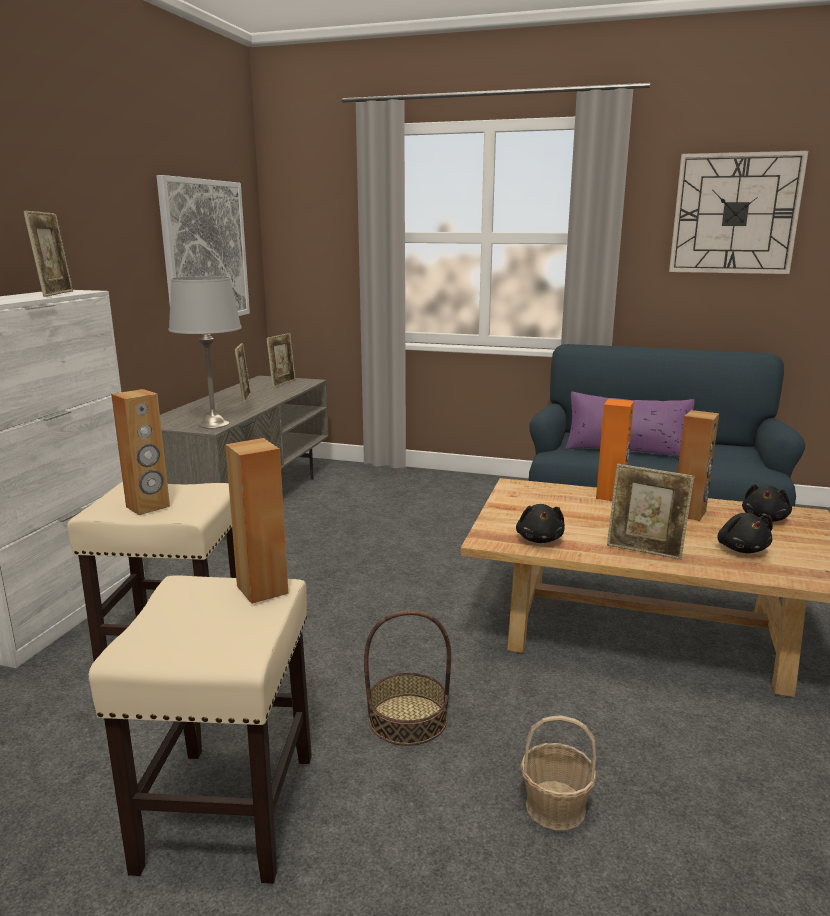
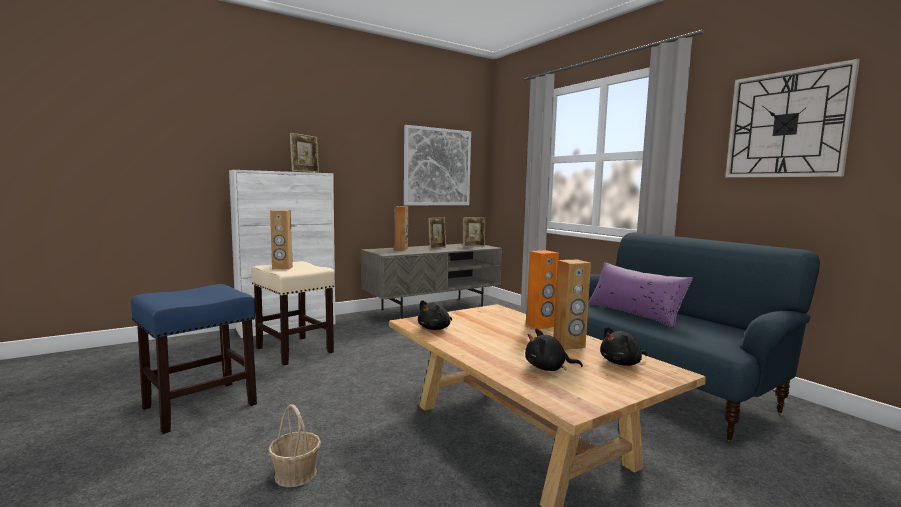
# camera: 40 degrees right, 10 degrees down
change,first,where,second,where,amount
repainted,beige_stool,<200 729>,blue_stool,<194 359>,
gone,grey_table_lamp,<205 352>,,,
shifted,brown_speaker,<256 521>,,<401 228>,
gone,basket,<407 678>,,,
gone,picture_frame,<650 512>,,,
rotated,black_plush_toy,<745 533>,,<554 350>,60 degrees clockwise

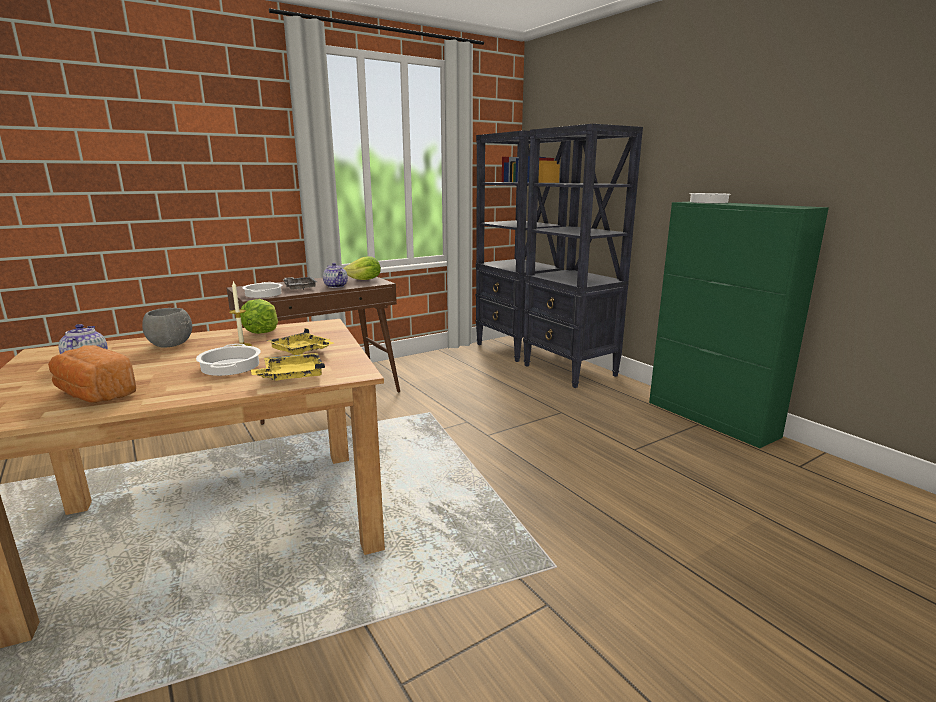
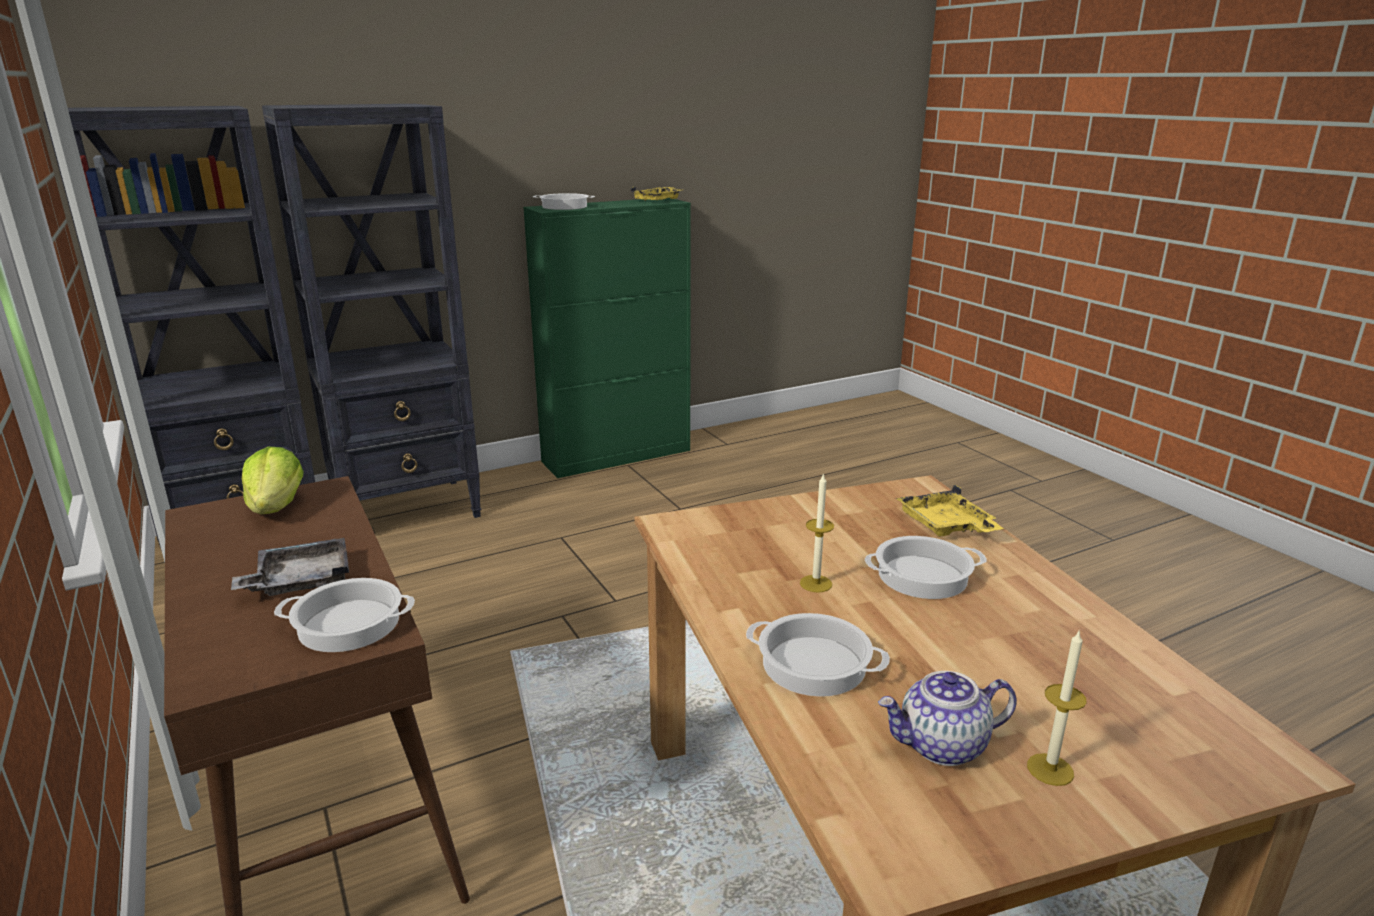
# camera: 85 degrees left, 5 degrees up
change,first,where,second,where,amount
gone,bread,<92 374>,,,
swapped,grey_bowl,<167 328>,cooking_pot,<818 655>,
gone,lettuce,<259 316>,,,
shifted,yellow_tray,<301 341>,,<655 194>,
gone,teapot,<335 275>,,,
new,,,candle,<1057 707>,

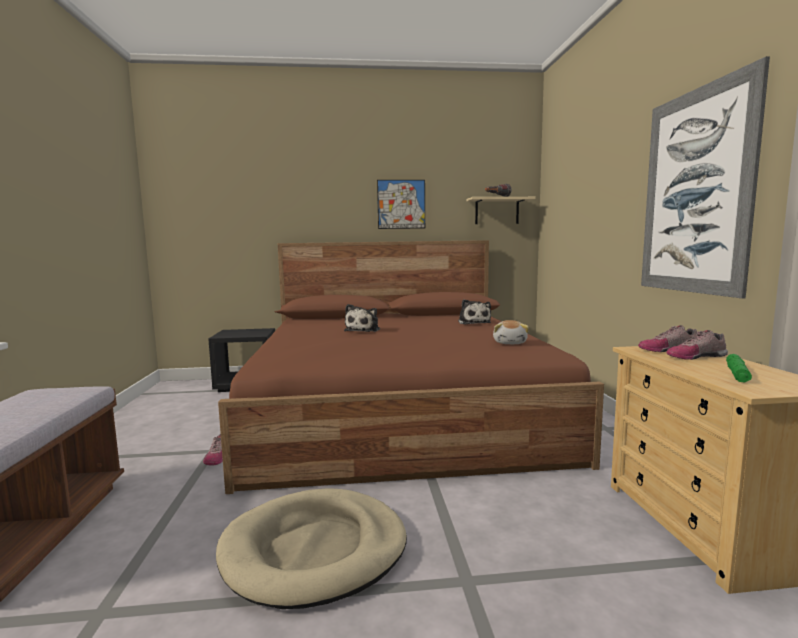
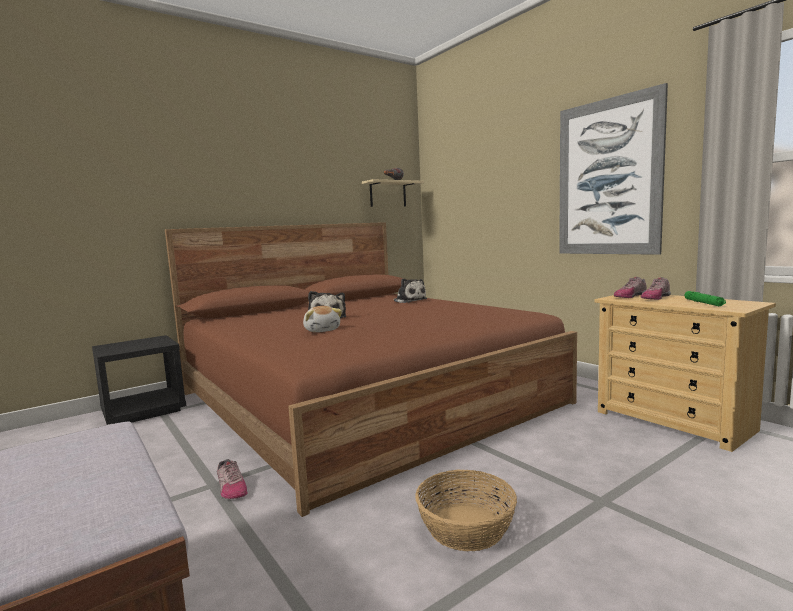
# camera: 30 degrees left, 0 degrees up
change,first,where,second,where,amount
swapped,beige_dog_bed,<311 548>,basket,<466 510>,
gone,picture,<401 204>,,,
shifted,plush_toy,<511 332>,,<322 319>,

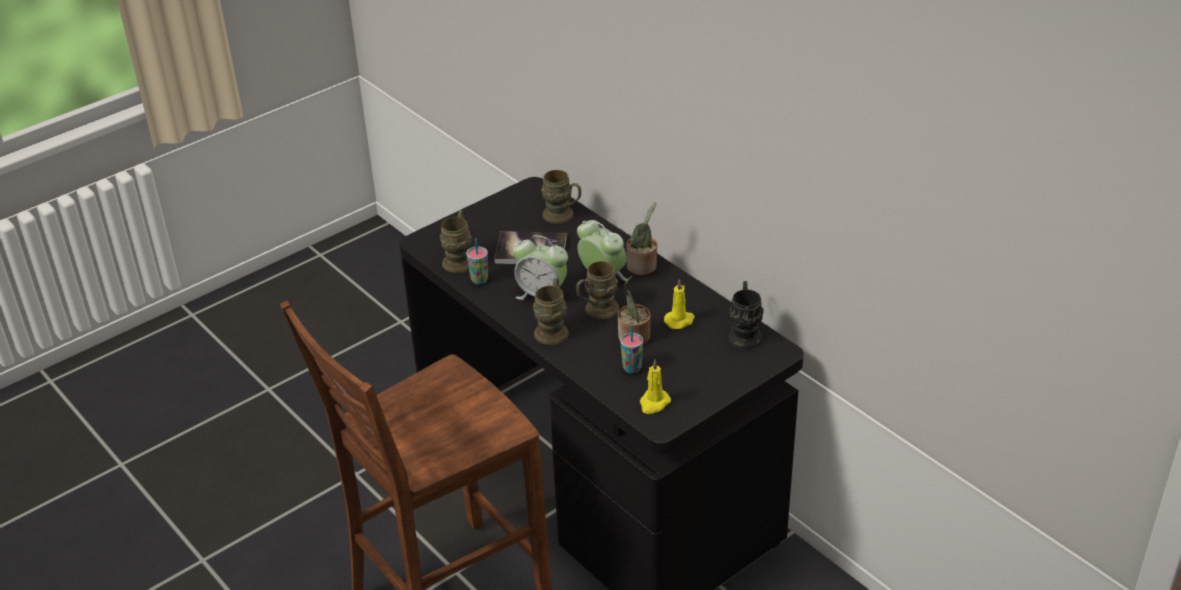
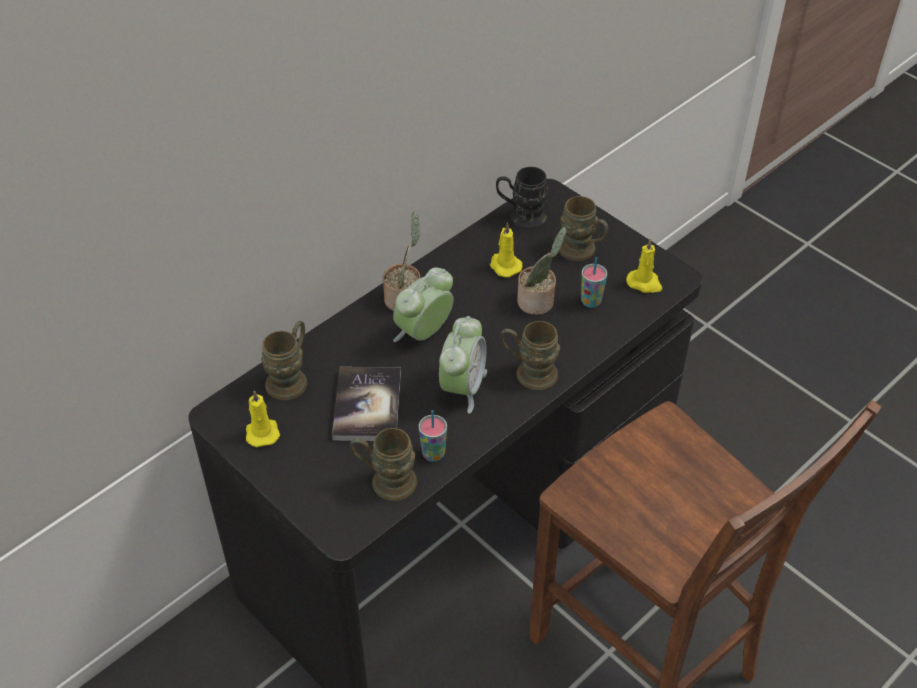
# camera: 95 degrees left, 10 degrees up
change,first,where,second,where,amount
shifted,brown_mug,<597 290>,,<583 228>,
new,,,yellow_candle,<263 418>,

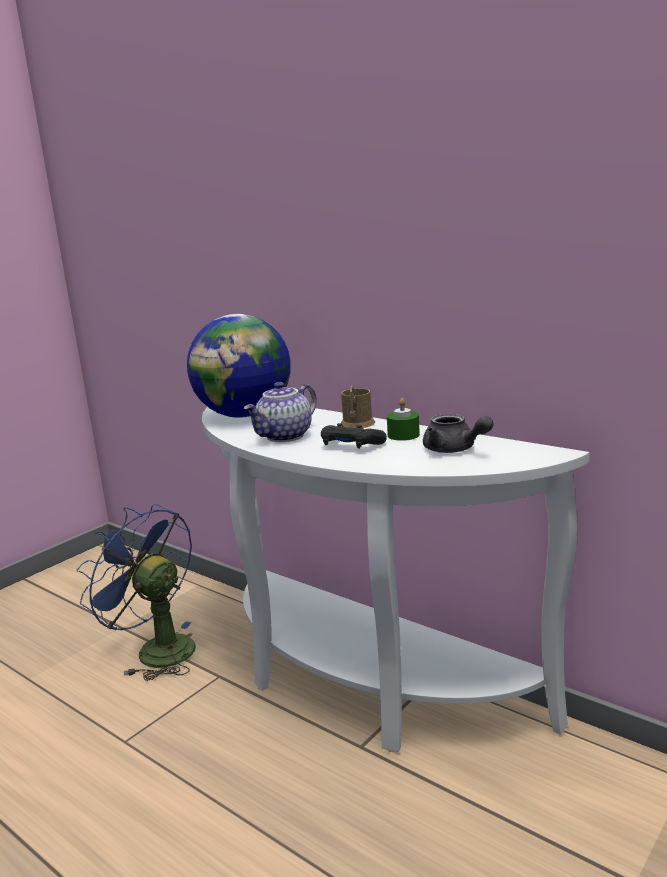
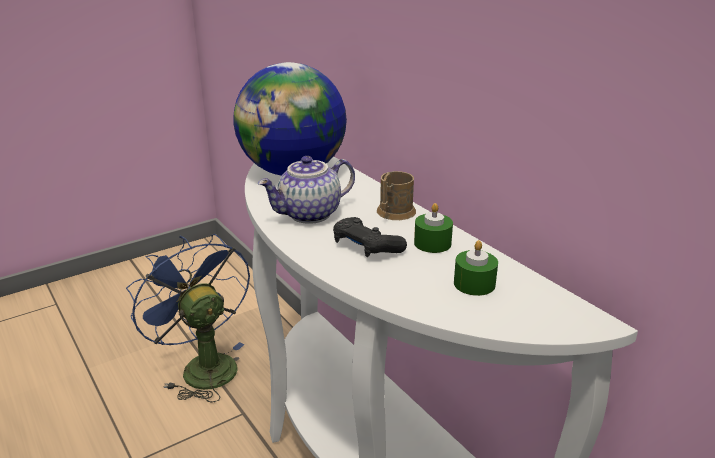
# camera: 15 degrees right, 10 degrees up
change,first,where,second,where,amount
swapped,grey_teapot,<458 433>,green_candle,<476 268>,

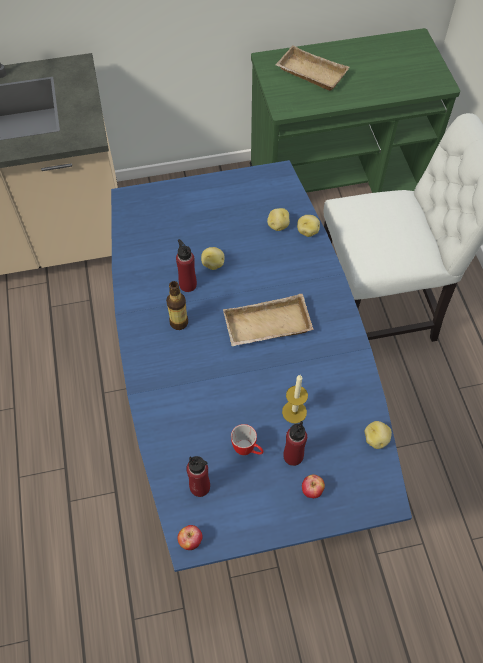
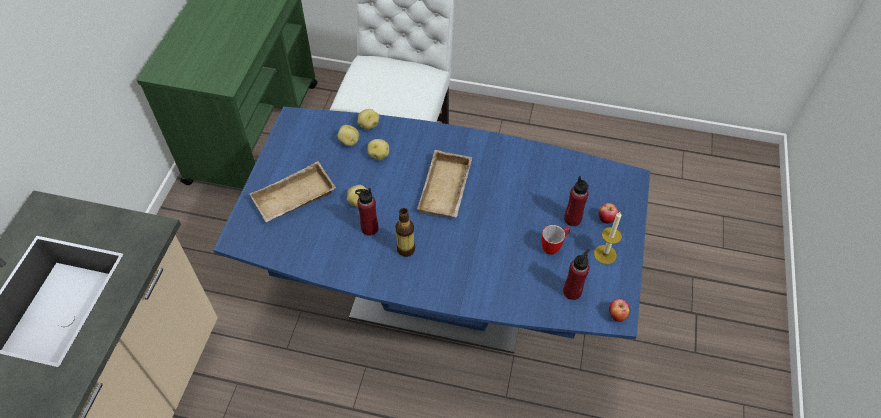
# camera: 65 degrees left, 5 degrees down
change,first,where,second,where,amount
shifted,beige_tray,<312 68>,,<292 191>,
shifted,candle,<295 399>,,<608 238>,
shifted,potato,<378 435>,,<378 149>,

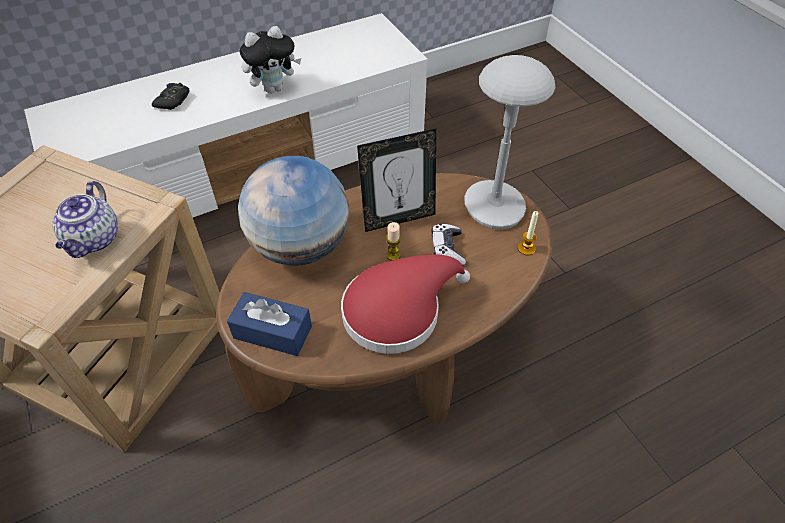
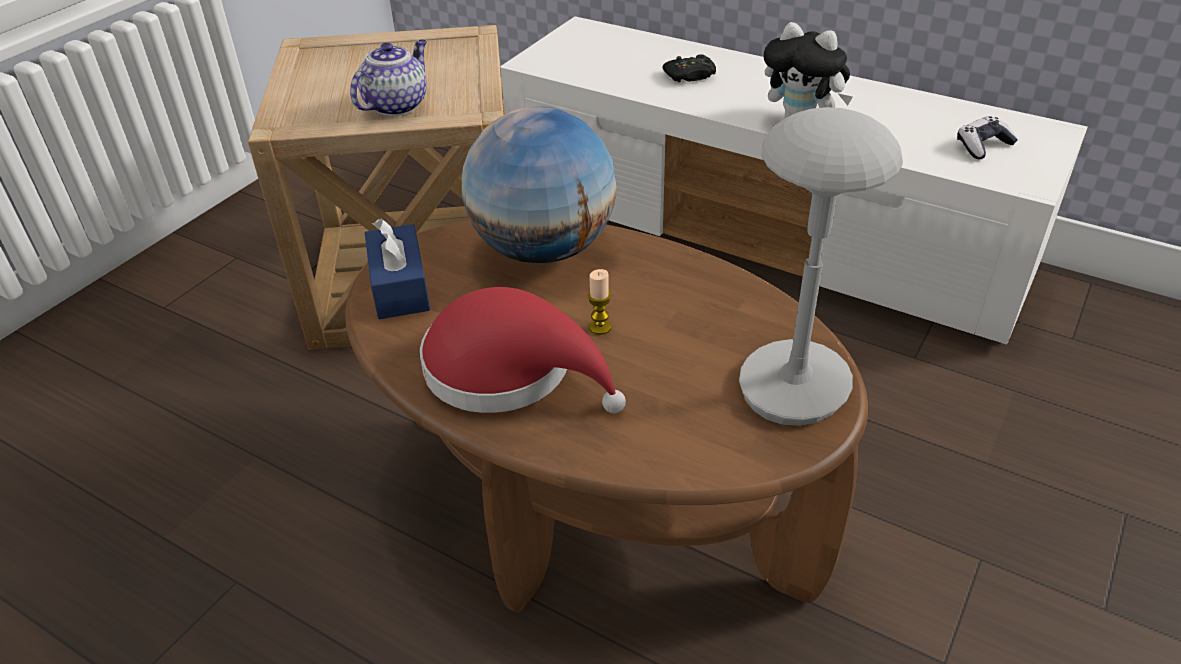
# camera: 60 degrees right, 10 degrees down
change,first,where,second,where,amount
rotated,teapot,<85 219>,,<388 78>,150 degrees clockwise
gone,picture_frame,<396 180>,,,
shifted,game_controller,<448 245>,,<987 137>,
gone,candle,<528 233>,,,

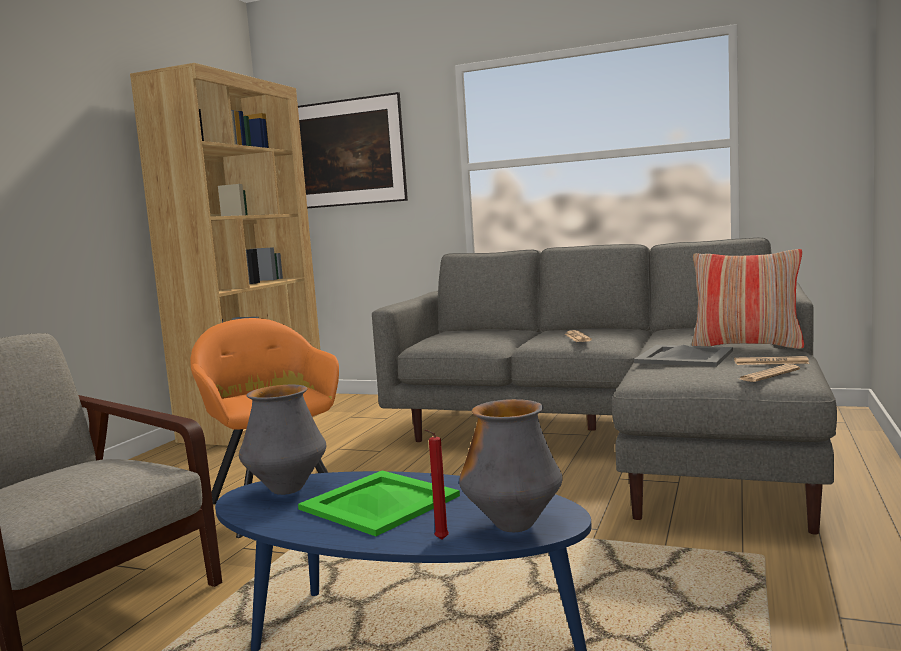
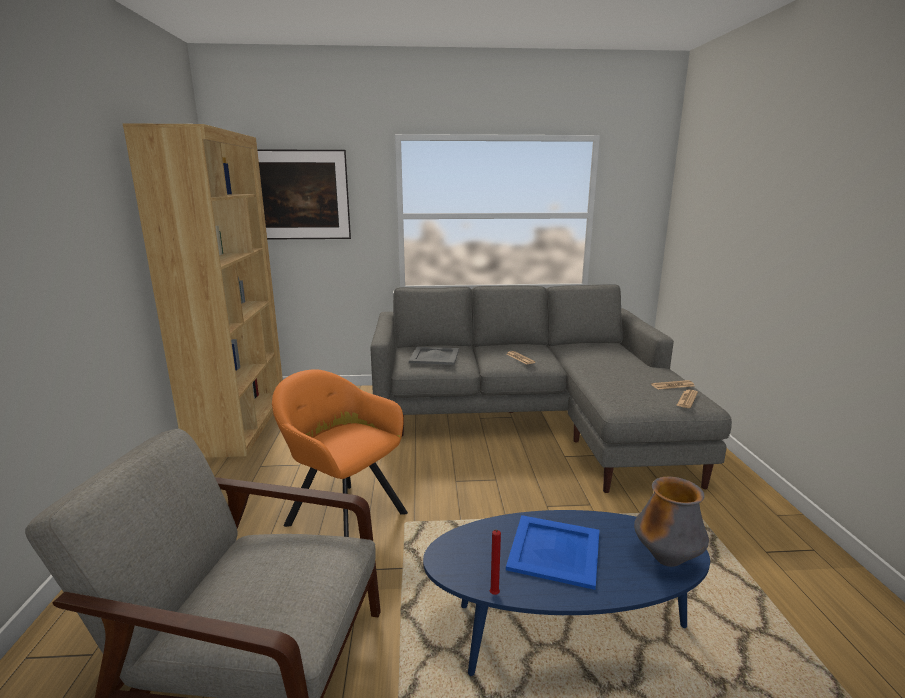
# camera: 25 degrees left, 10 degrees up
change,first,where,second,where,amount
gone,vase,<282 440>,,,
repainted,green_tray,<379 503>,blue_tray,<553 552>,
shifted,red_candle,<436 485>,,<495 562>,
shifted,grey_tray,<683 356>,,<434 356>,
gone,pillow,<748 299>,,,

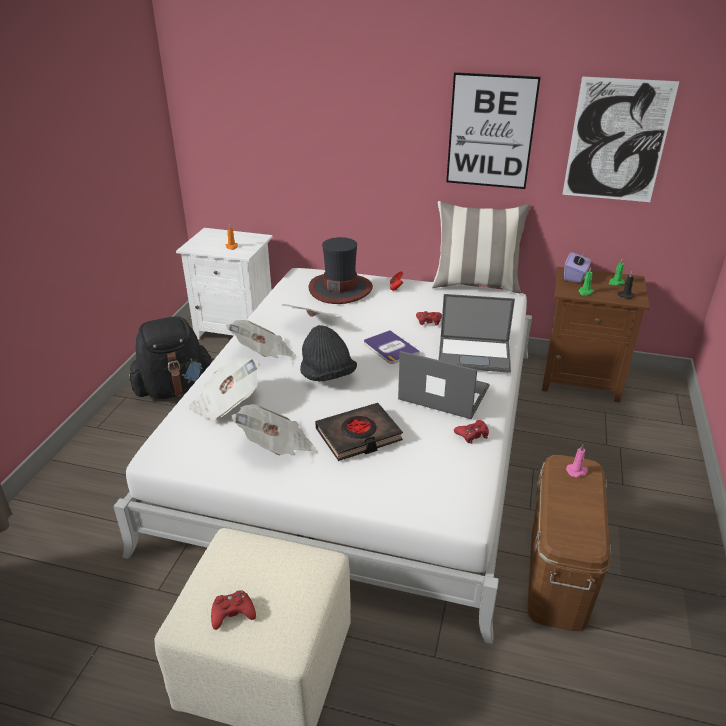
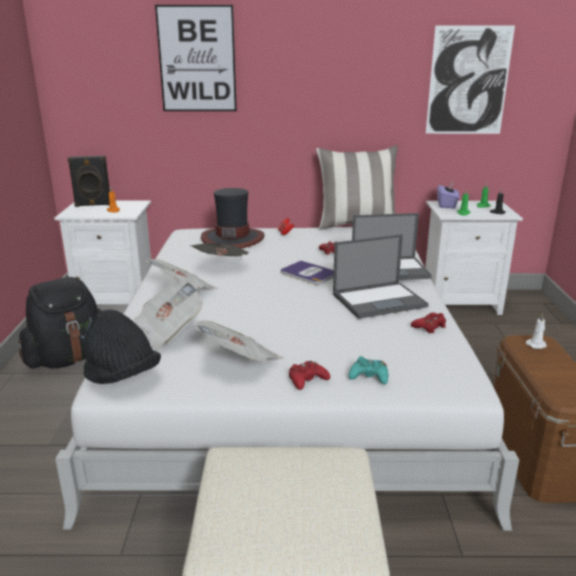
# camera: 15 degrees left, 10 degrees down
change,first,where,second,where,amount
shifted,red_game_controller,<233 610>,,<309 375>,
shifted,black_hat,<328 353>,,<122 346>,
gone,black_book,<359 432>,,,
rotated,laptop,<443 385>,,<381 276>,150 degrees clockwise
shifted,picture,<493 130>,,<196 58>,
repainted,brown_nightstand,<596 335>,white_nightstand,<474 258>,
repainted,pink_candle,<577 461>,white_candle,<536 331>,
new,,,black_speaker,<89 181>,
new,,,turquoise_game_controller,<368 370>,

